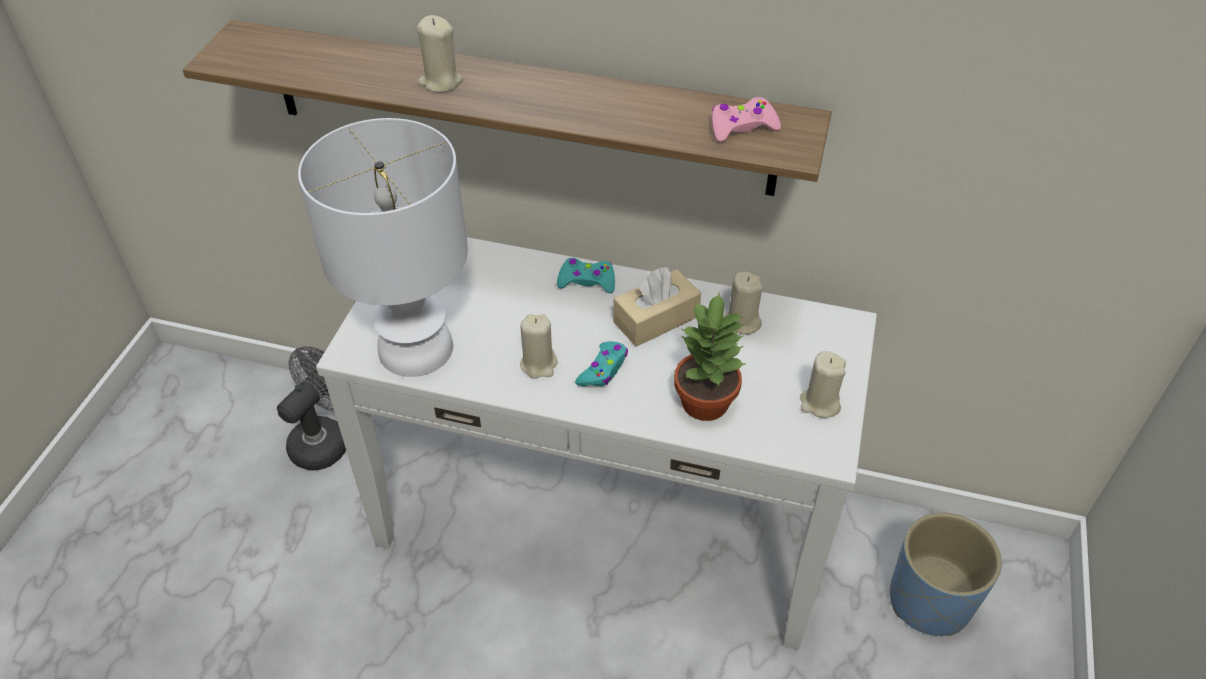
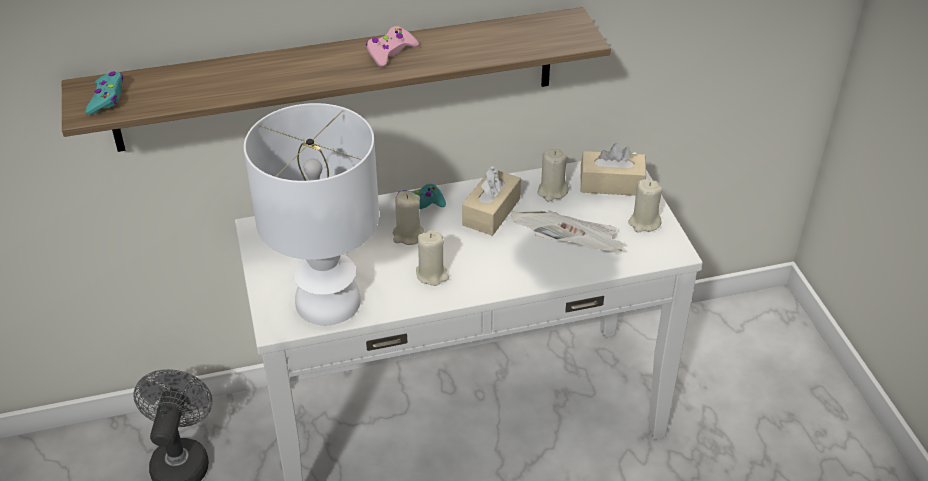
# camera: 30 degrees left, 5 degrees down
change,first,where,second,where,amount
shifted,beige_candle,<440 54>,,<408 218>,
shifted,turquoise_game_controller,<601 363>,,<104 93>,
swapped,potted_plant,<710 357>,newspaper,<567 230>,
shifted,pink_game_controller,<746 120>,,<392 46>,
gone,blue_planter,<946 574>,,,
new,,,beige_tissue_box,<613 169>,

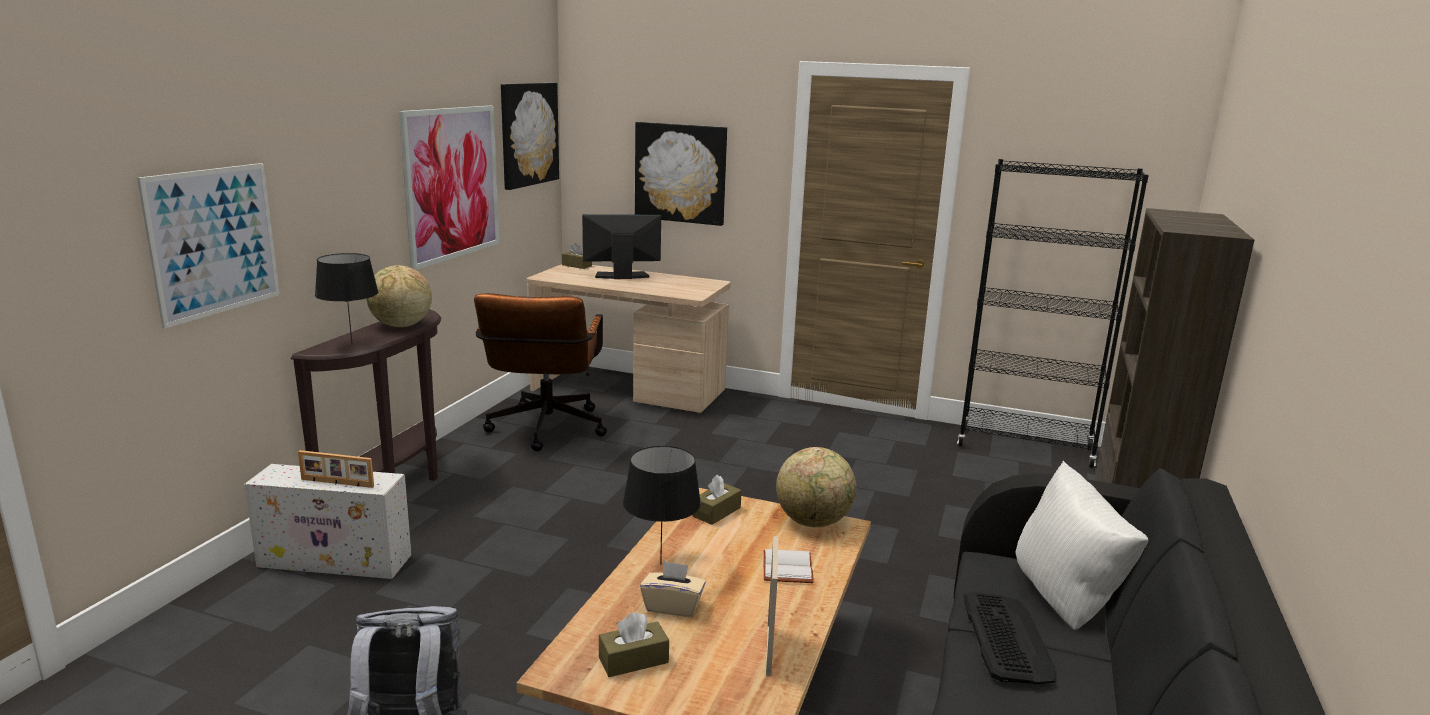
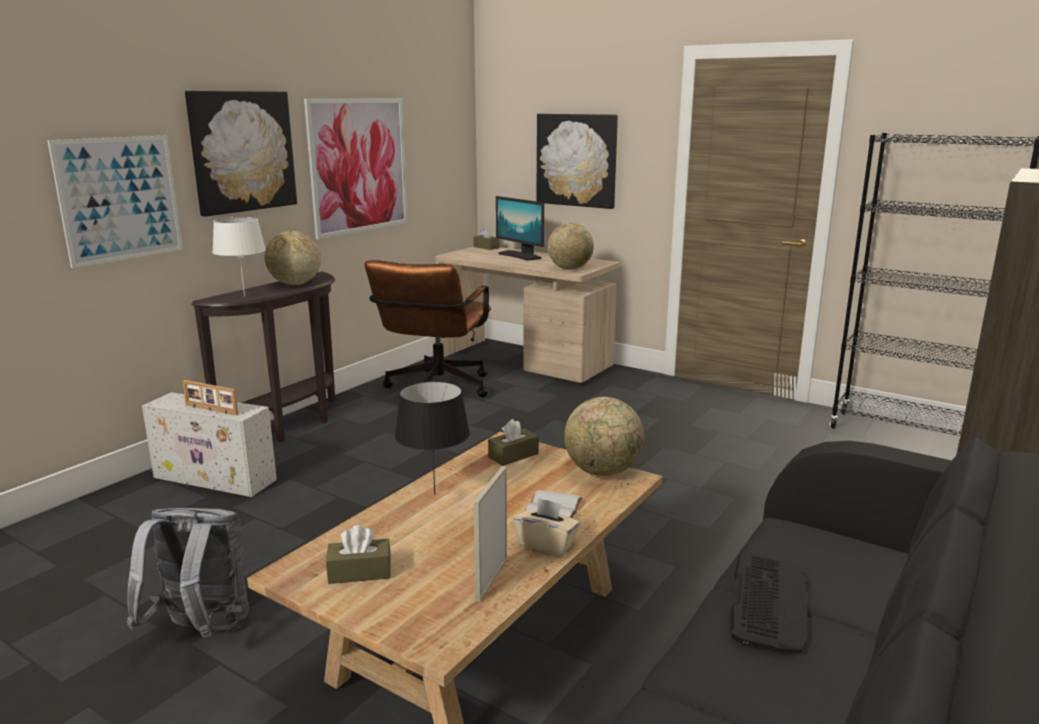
# camera: 15 degrees right, 0 degrees up
change,first,where,second,where,amount
repainted,black_table_lamp,<346 299>,white_table_lamp,<239 256>,
shifted,picture,<530 136>,,<241 154>,
rotated,monitor,<621 246>,,<520 228>,135 degrees counterclockwise
shifted,beige_tissue_box,<673 589>,,<546 527>,
gone,white_pillow,<1081 545>,,,
new,,,globe,<570 246>,

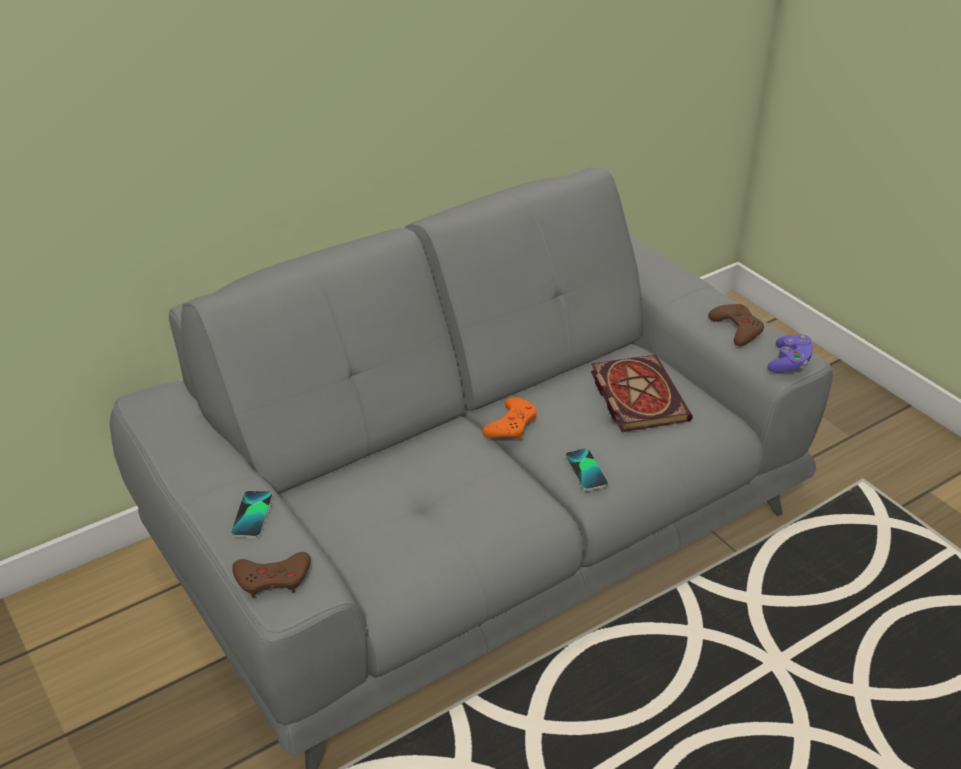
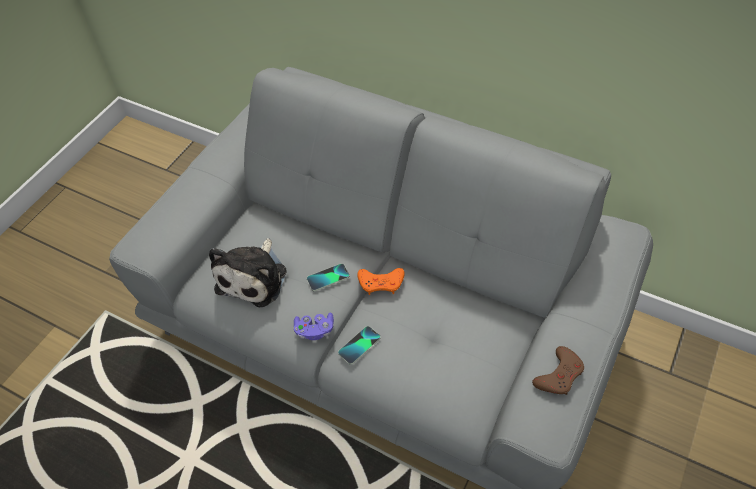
# camera: 65 degrees right, 15 degrees up
change,first,where,second,where,amount
shifted,phone,<252 514>,,<328 277>,
gone,brown_game_controller,<271 575>,,,
gone,book,<642 393>,,,
shifted,purple_game_controller,<790 353>,,<314 326>,
new,,,plush_toy,<248 272>,

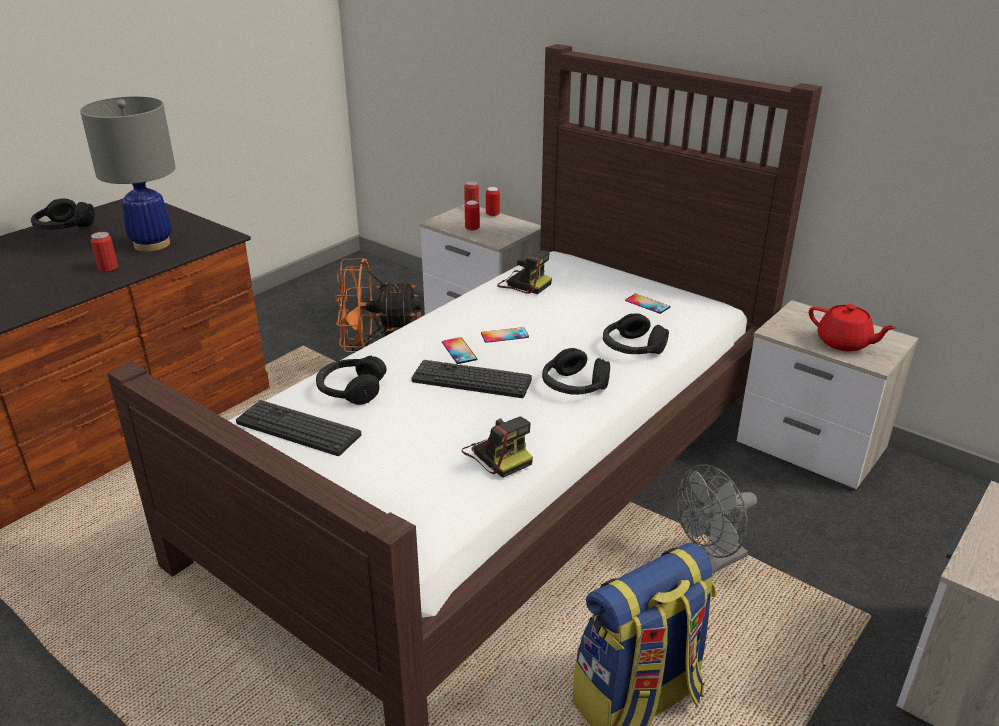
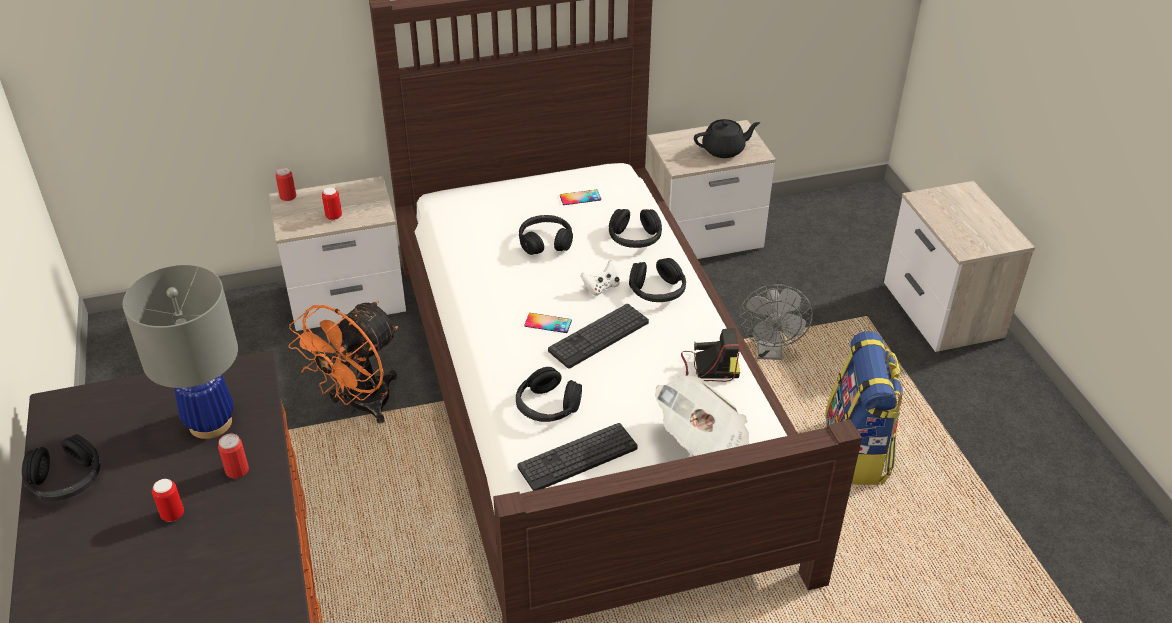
# camera: 55 degrees left, 10 degrees up
change,first,where,second,where,amount
gone,phone,<505 335>,,,
shifted,can,<493 202>,,<168 500>,
gone,photo_camera,<524 272>,,,
repainted,red_teapot,<852 328>,black_teapot,<727 138>,
new,,,black_headphones,<546 235>,
new,,,white_game_controller,<600 278>,
new,,,newspaper,<702 416>,

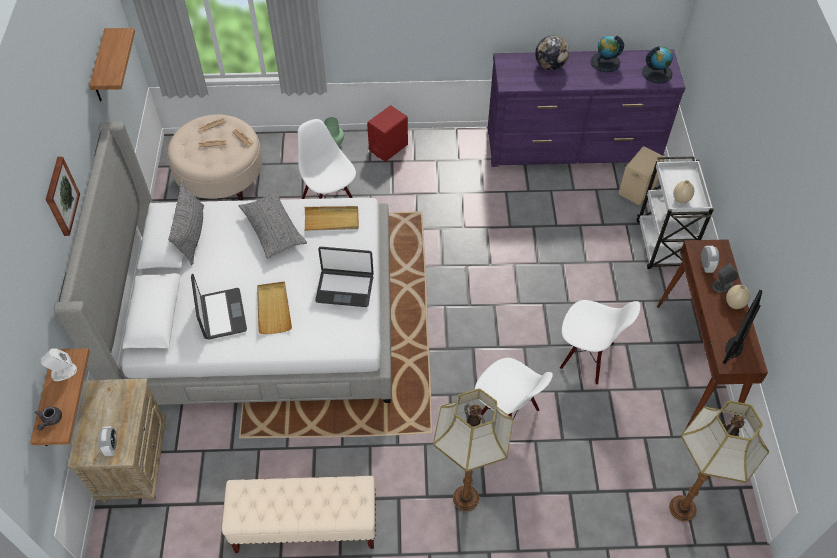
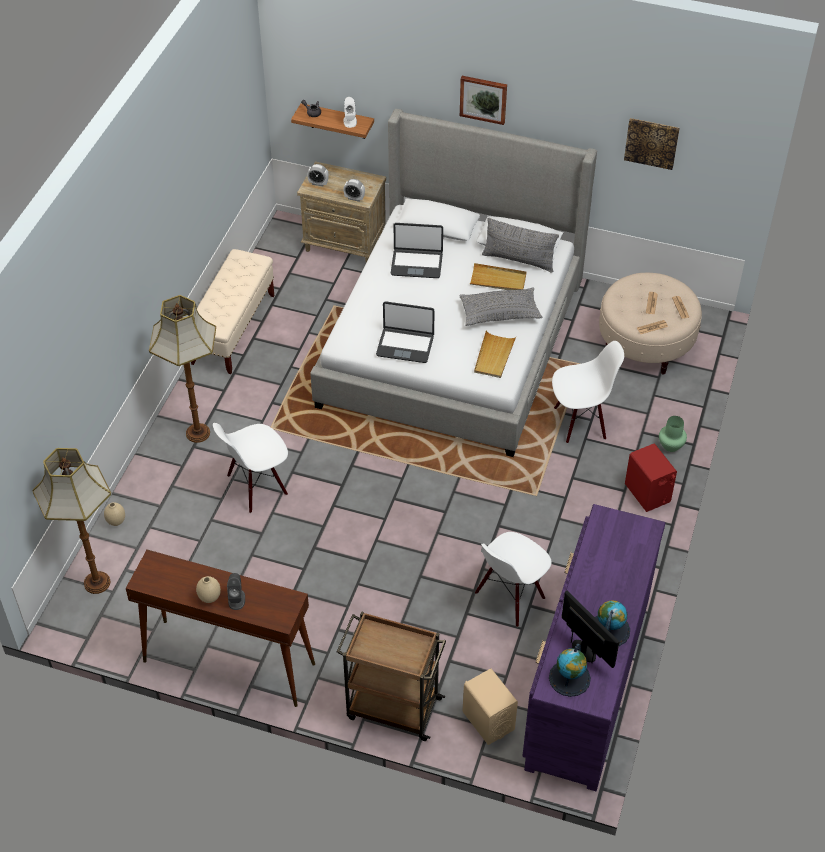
# camera: 110 degrees right, 5 degrees down
change,first,where,second,where,amount
swapped,shelf,<112 64>,picture,<652 144>,
shifted,beige_tray,<274 307>,,<498 276>,
rotated,laptop,<344 277>,,<405 332>,105 degrees counterclockwise
gone,globe,<552 53>,,,
shifted,white_chair,<600 342>,,<513 579>,
repainted,white_cart,<675 212>,brown_cart,<391 676>,
shifted,beige_vase,<683 192>,,<114 514>,
shifted,alarm_clock,<710 259>,,<354 190>,
shifted,monitor,<742 327>,,<590 629>,

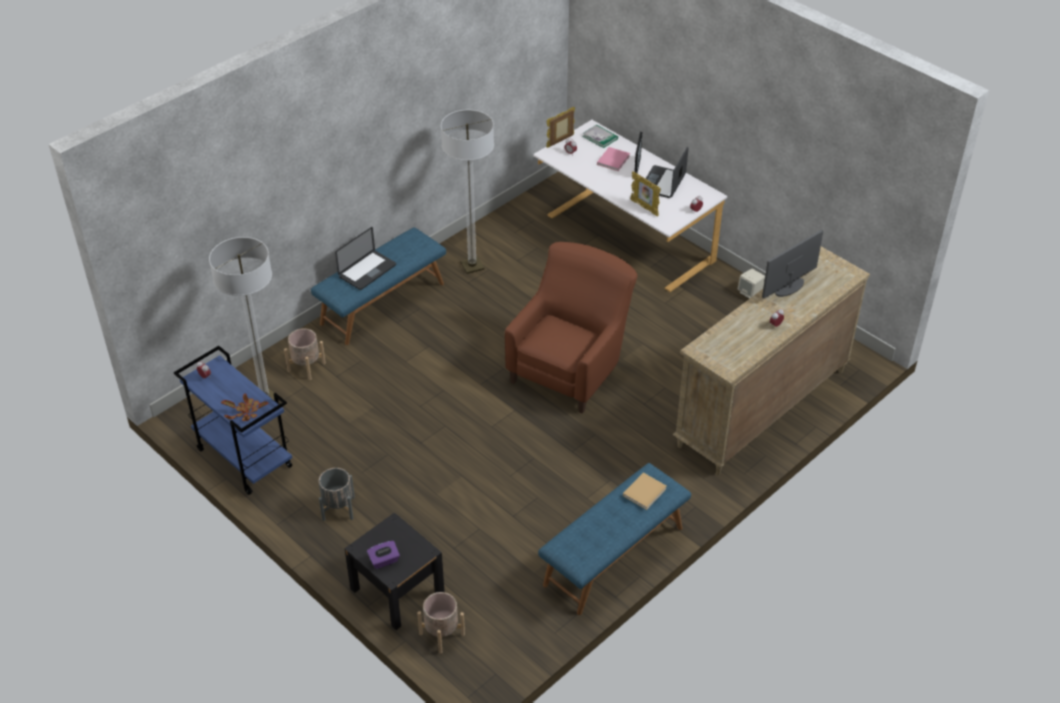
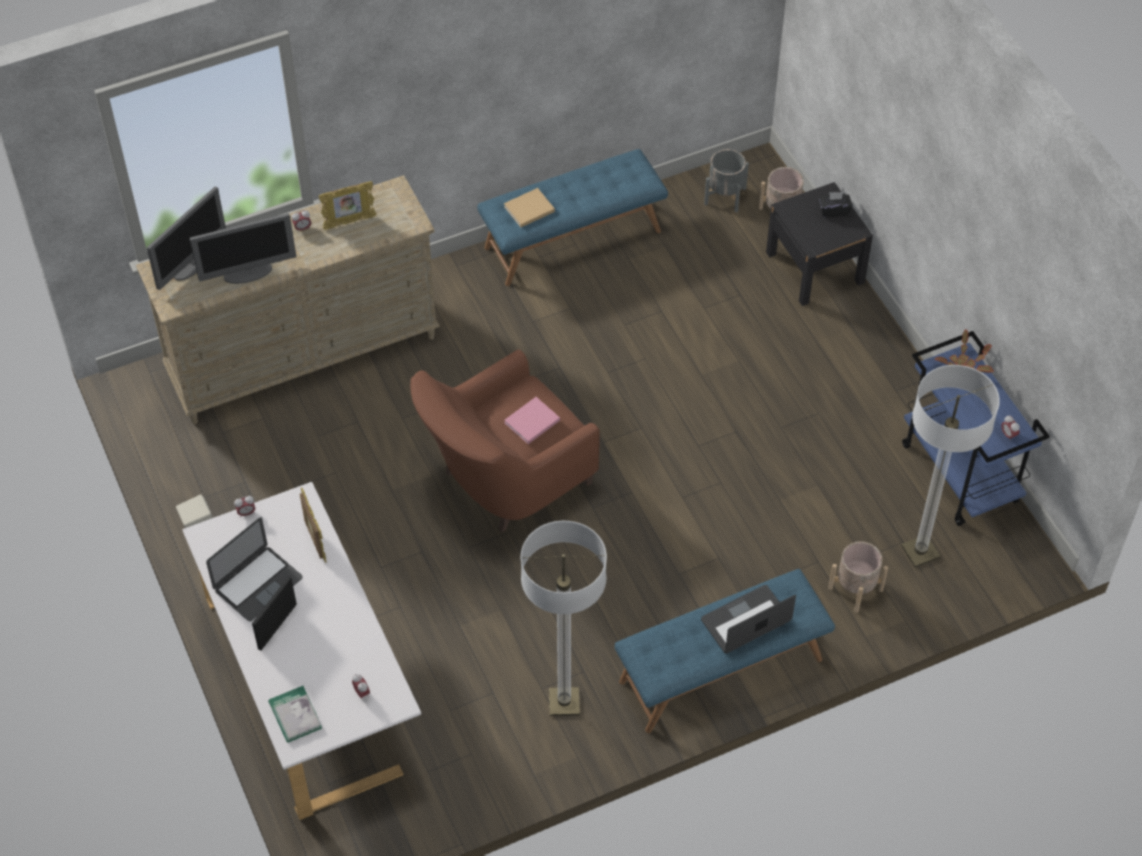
# camera: 160 degrees left, 10 degrees up
change,first,where,second,where,amount
shifted,grey_planter,<337 494>,,<726 180>,
repainted,purple_tissue_box,<383 555>,black_tissue_box,<836 204>,
shifted,picture_frame,<560 127>,,<347 205>,
shifted,pink_book,<613 159>,,<532 420>,
new,,,monitor,<186 238>,

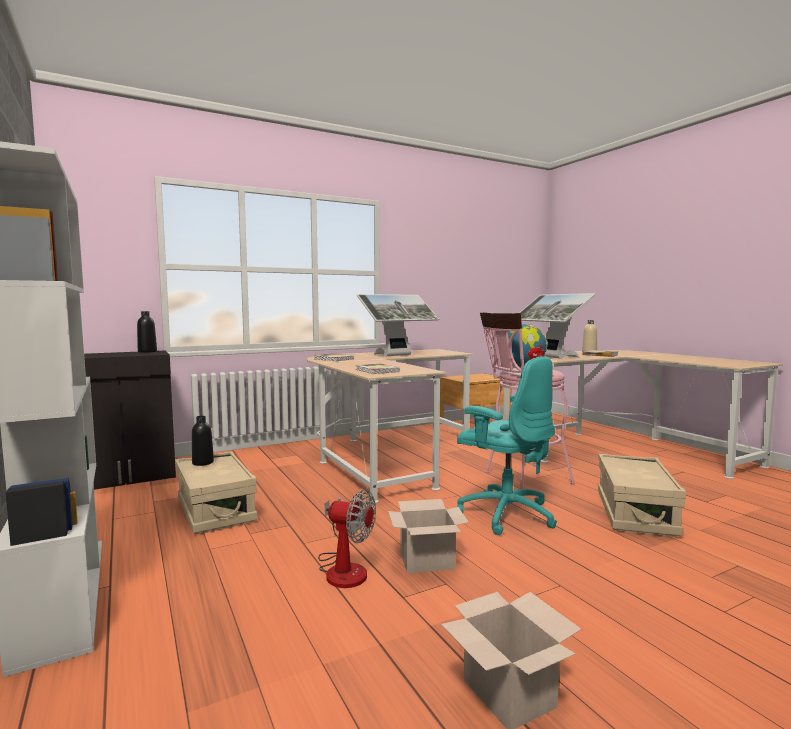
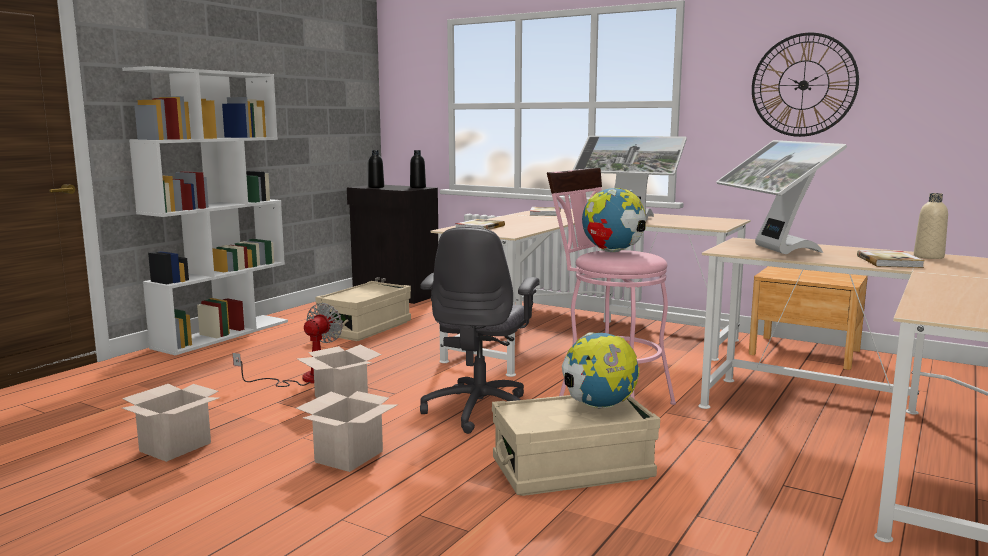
# camera: 60 degrees right, 5 degrees up
change,first,where,second,where,amount
shifted,black_bottle,<203 441>,,<376 169>,
rotated,fan,<347 538>,,<288 345>,150 degrees counterclockwise
repainted,turquoise_office_chair,<507 445>,grey_office_chair,<480 330>,
rotated,monitor,<557 326>,,<781 197>,45 degrees counterclockwise
new,,,cardboard_box,<346 431>,
new,,,globe,<600 370>,
new,,,wall_clock,<805 85>,

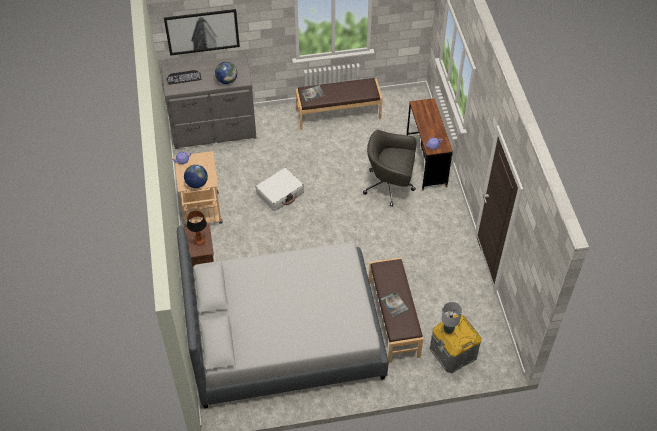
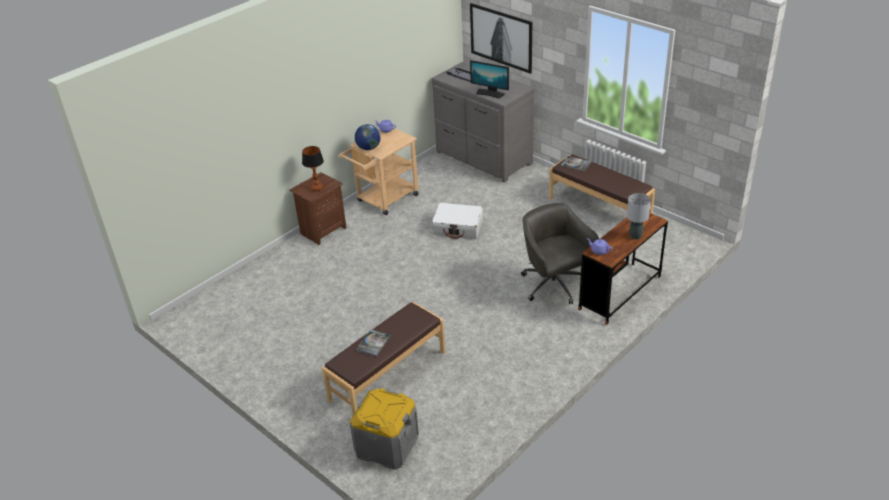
# camera: 55 degrees right, 15 degrees down
change,first,where,second,where,amount
gone,grey_bed,<282 317>,,,
swapped,globe,<226 73>,monitor,<489 79>,
shifted,grey_table_lamp,<451 318>,,<639 216>,

